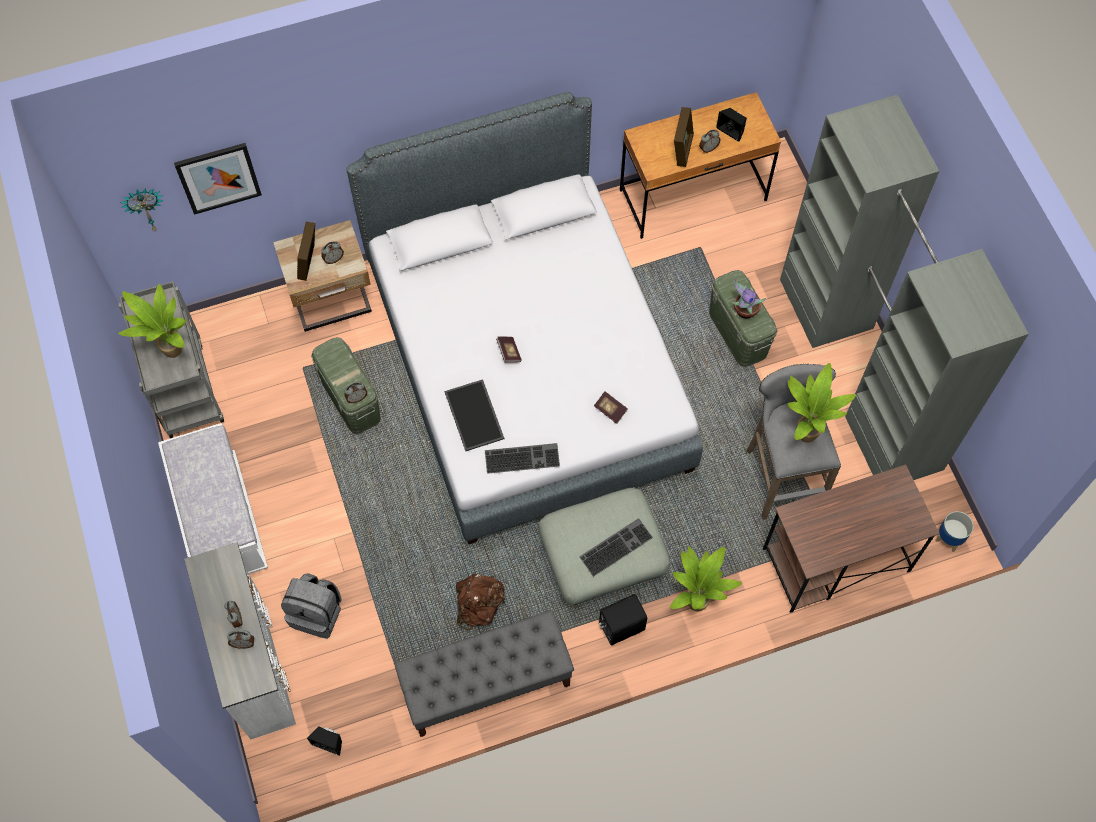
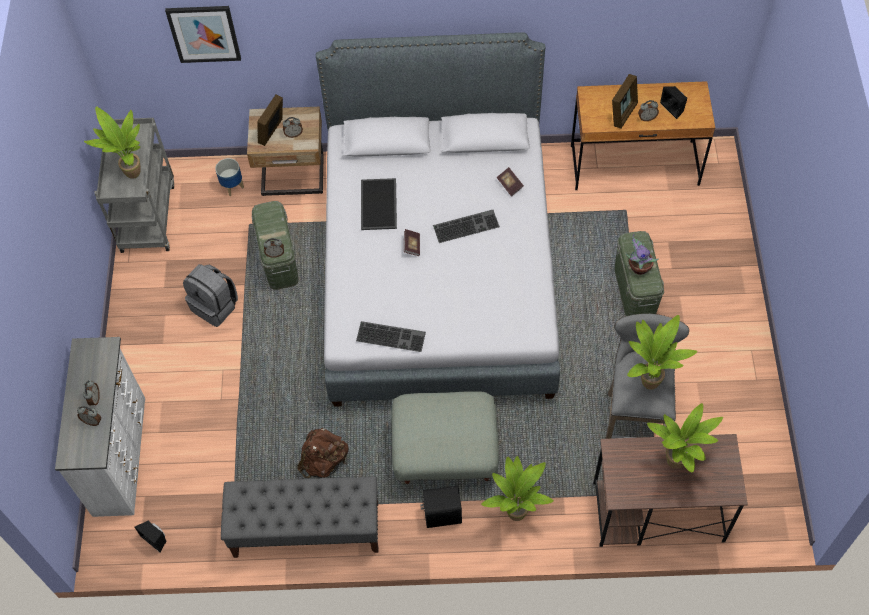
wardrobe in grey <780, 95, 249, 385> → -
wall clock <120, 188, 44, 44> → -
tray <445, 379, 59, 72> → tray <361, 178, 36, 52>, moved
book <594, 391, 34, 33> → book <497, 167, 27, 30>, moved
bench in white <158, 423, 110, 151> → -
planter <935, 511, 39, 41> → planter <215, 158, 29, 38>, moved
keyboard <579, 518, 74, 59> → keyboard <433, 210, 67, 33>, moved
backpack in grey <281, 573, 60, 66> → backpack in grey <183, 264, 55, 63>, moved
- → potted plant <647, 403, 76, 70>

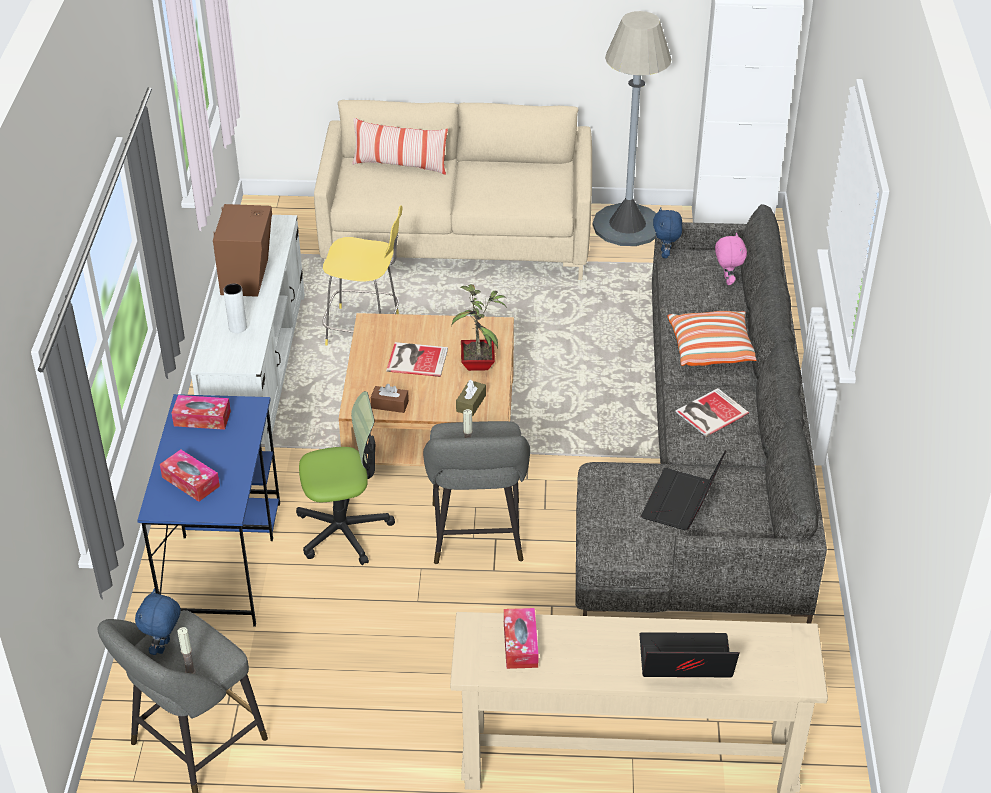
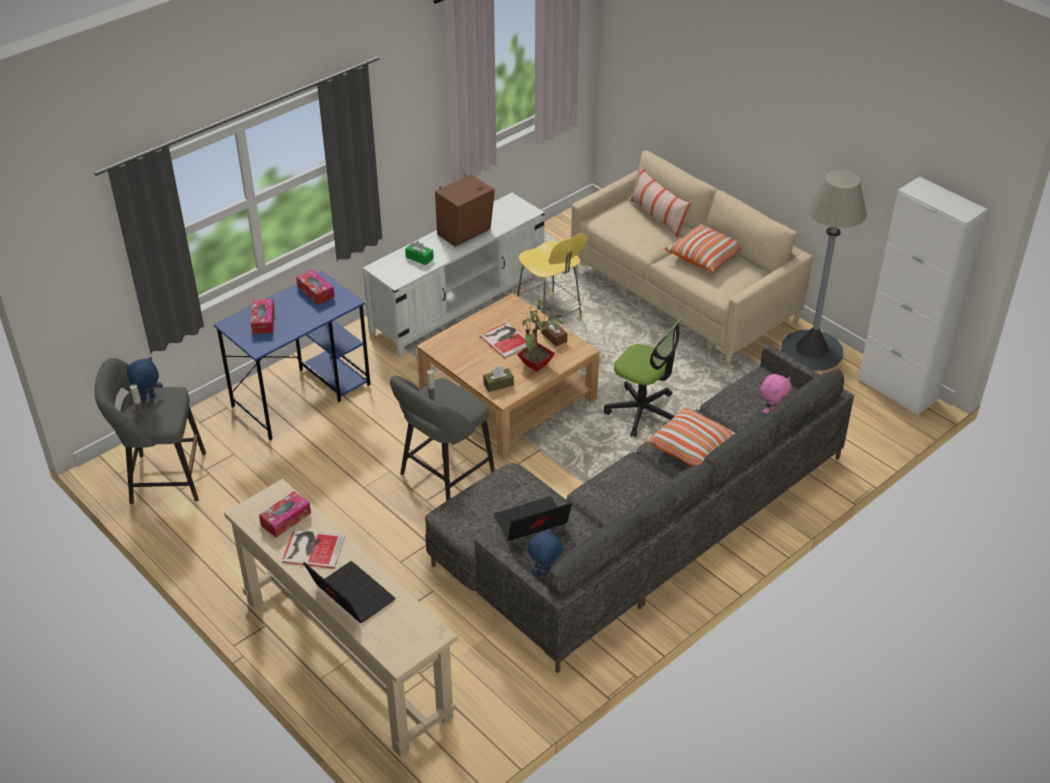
plush toy in blue <653, 207, 29, 51> → plush toy in blue <527, 528, 36, 48>, moved
vase in white <224, 284, 23, 49> → tissue box in green <405, 241, 29, 24>
tissue box in brown <371, 384, 38, 29> → tissue box in brown <541, 320, 26, 26>, moved
book <676, 388, 73, 49> → book <282, 530, 63, 39>, moved
office chair <296, 391, 99, 174> → office chair <604, 317, 79, 120>, moved
- → pillow <665, 223, 77, 49>

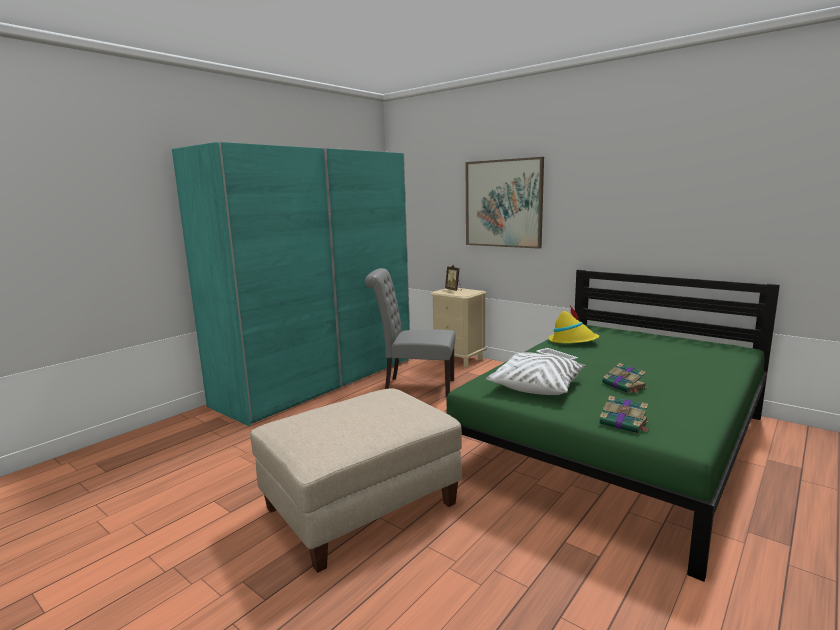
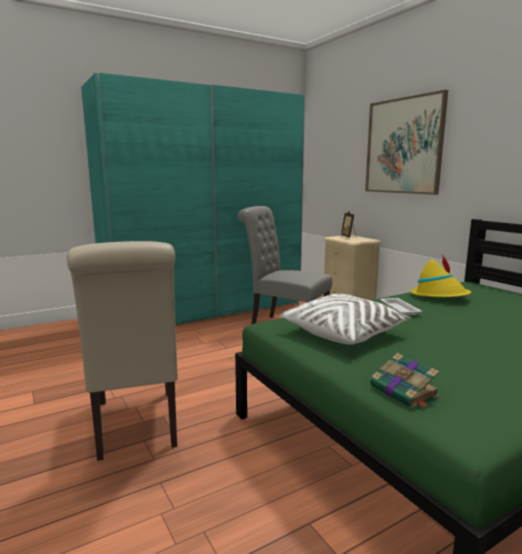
book <602, 363, 45, 30> → -
ottoman in beige <250, 388, 212, 185> → chair in beige <67, 241, 111, 220>

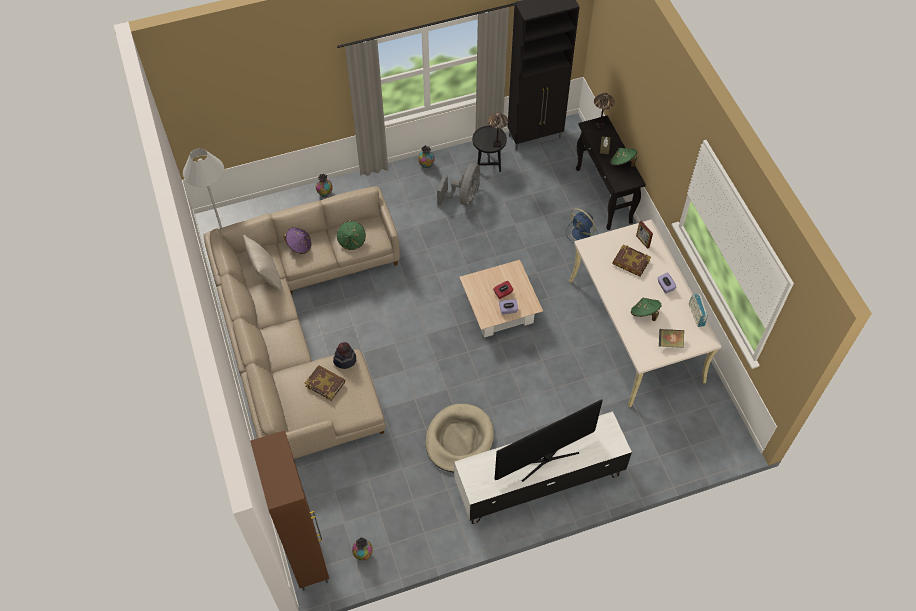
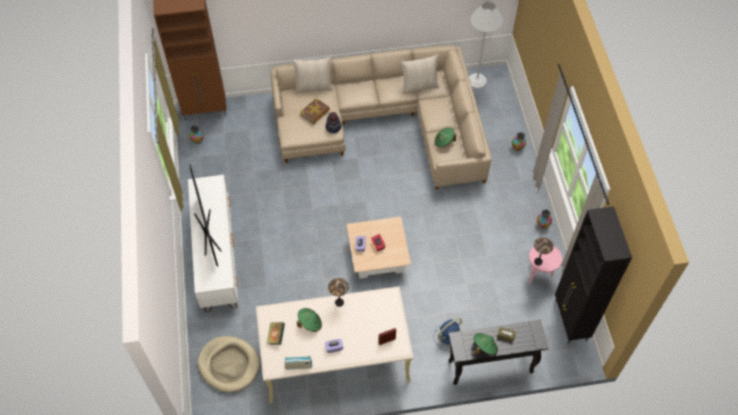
table lamp <594, 93, 21, 36> → table lamp <328, 278, 21, 29>, moved
side table in black <472, 126, 35, 46> → side table in pink <529, 245, 33, 39>
fan in grey <437, 163, 43, 43> → -
hat in purple <284, 227, 27, 27> → -
book <612, 244, 39, 33> → -
dog bed in beige <425, 404, 69, 69> → dog bed in beige <198, 336, 62, 56>, moved
- → pillow in beige <293, 57, 40, 36>

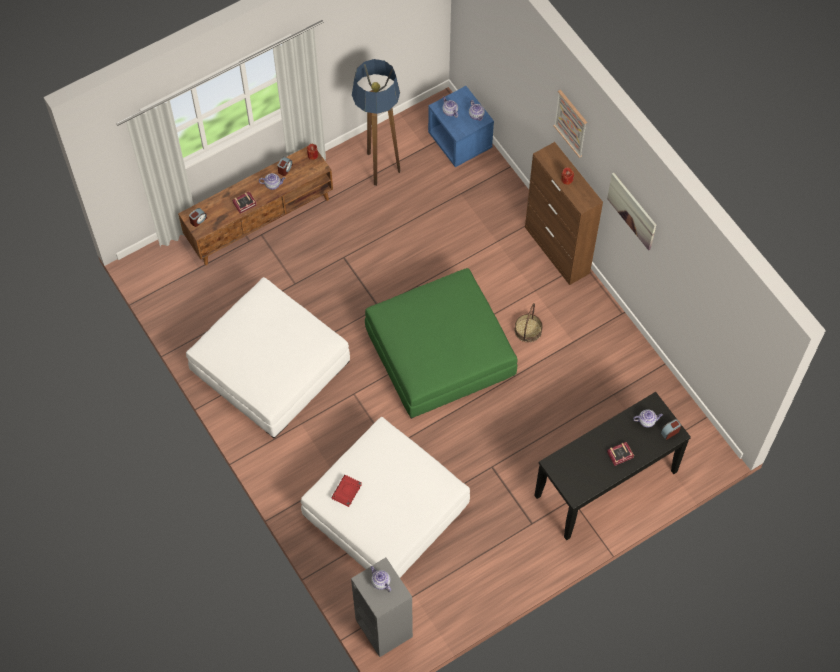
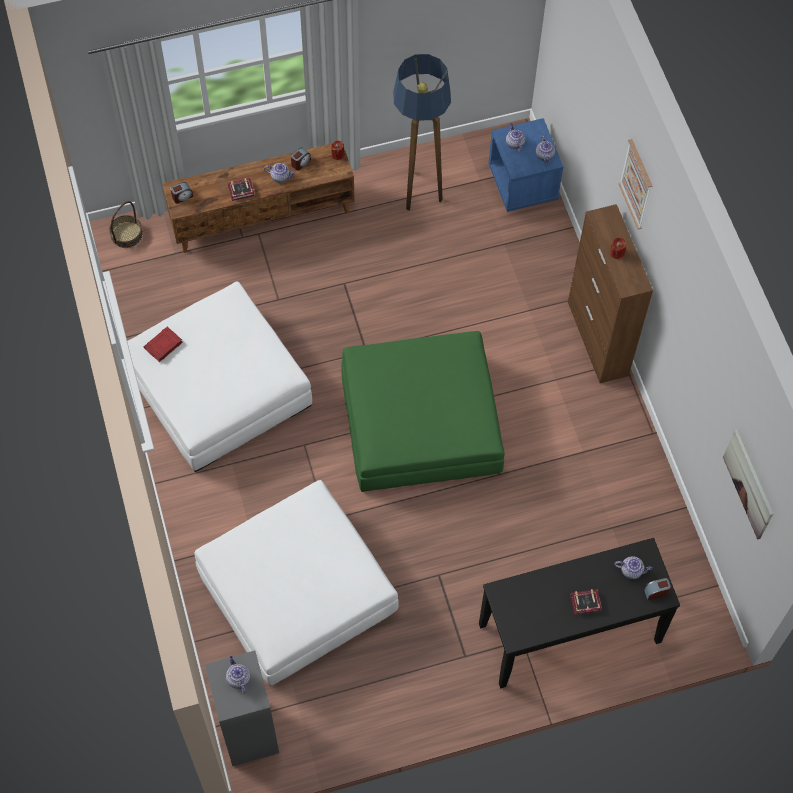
picture <607, 173, 49, 77> → picture <723, 430, 50, 109>, moved
basket <514, 303, 29, 40> → basket <109, 201, 34, 47>, moved
book in red <331, 475, 31, 32> → book in red <144, 327, 39, 35>, moved

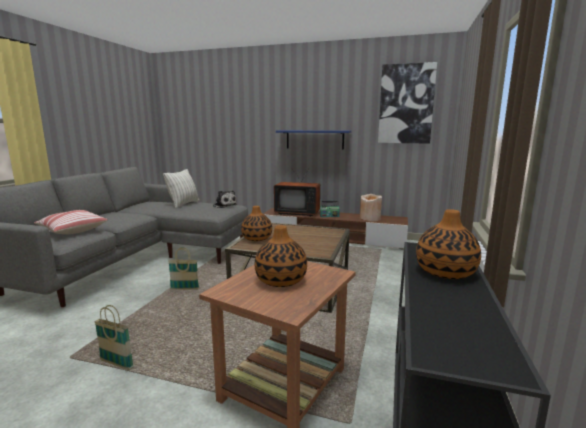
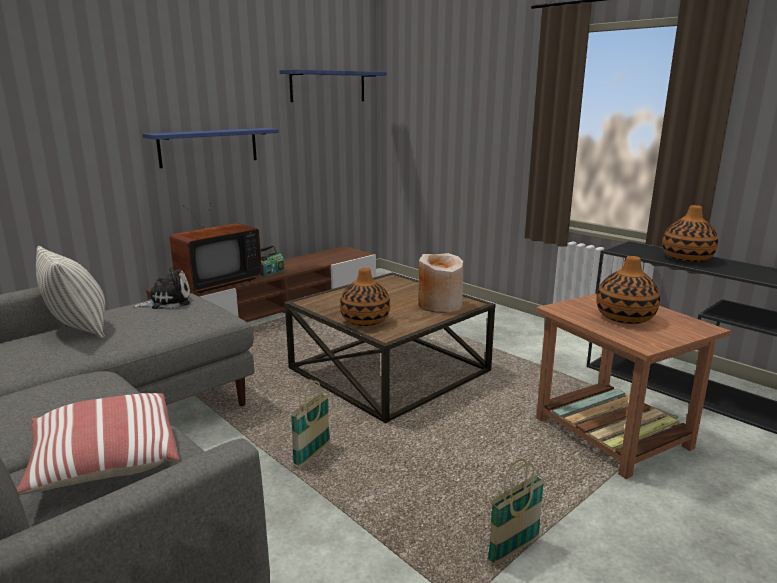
picture <378, 62, 59, 82> → shelf in blue <279, 69, 108, 33>
vase in beige <360, 194, 22, 27> → vase in beige <419, 253, 44, 60>, moved

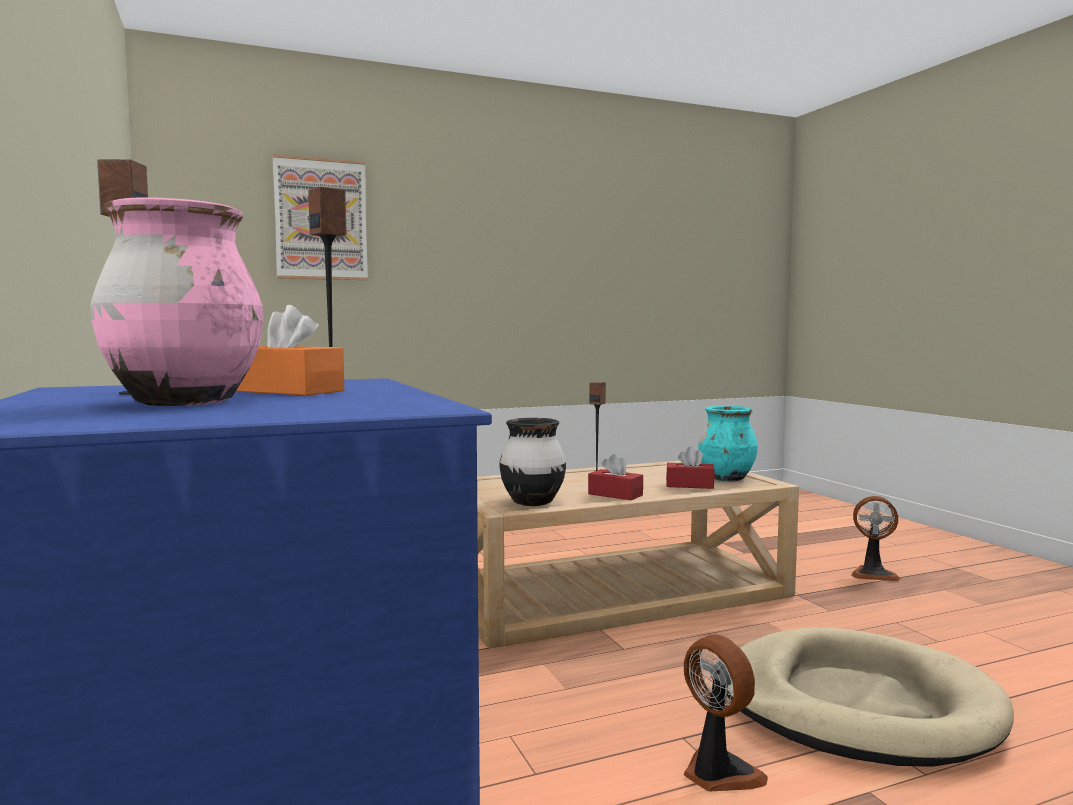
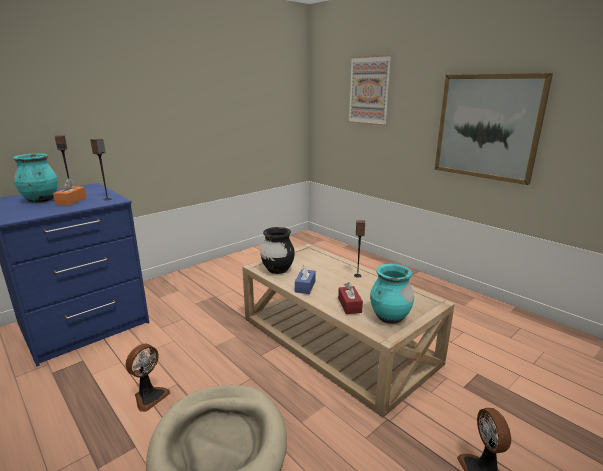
vase in pink <90, 197, 173, 209> → vase in turquoise <13, 153, 45, 50>
tissue box in red <588, 454, 55, 46> → tissue box in blue <295, 265, 21, 29>
- → picture <435, 73, 118, 112>

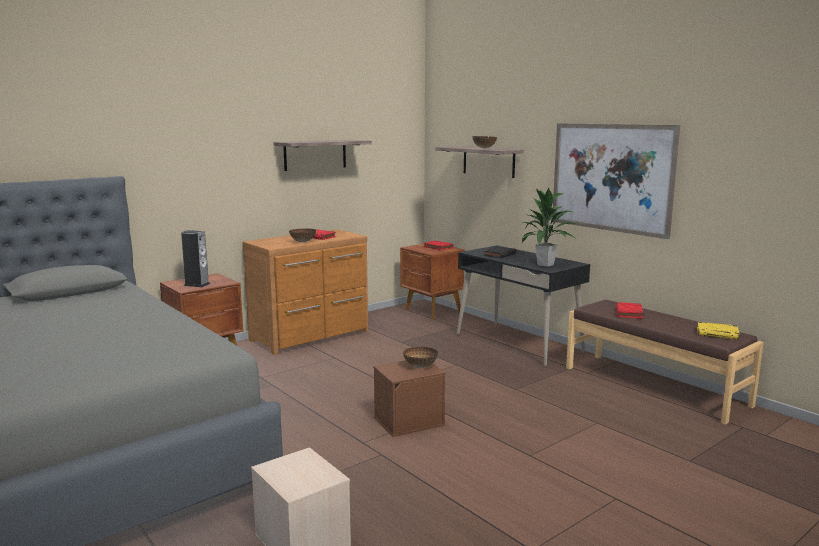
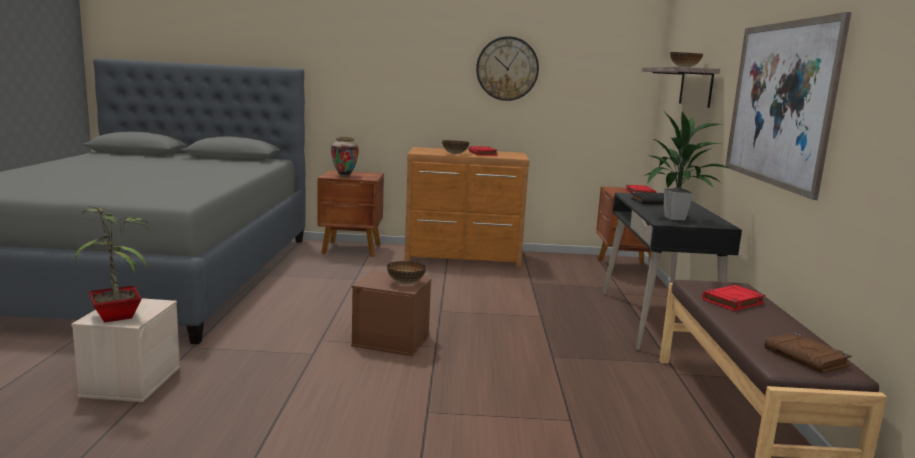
shelf <274, 140, 98, 31> → wall clock <476, 36, 63, 65>
speaker <181, 230, 29, 57> → vase <331, 137, 28, 40>
book in yellow <697, 322, 42, 18> → book in brown <764, 333, 87, 40>
- → potted plant <74, 206, 76, 116>

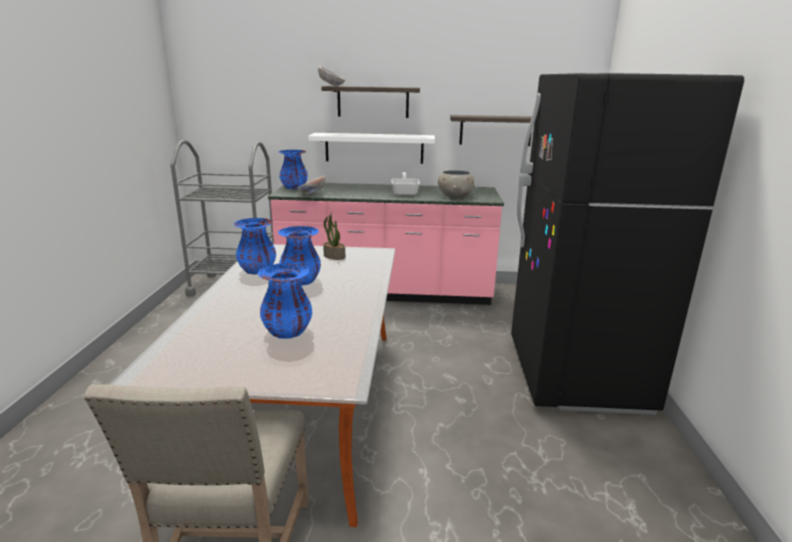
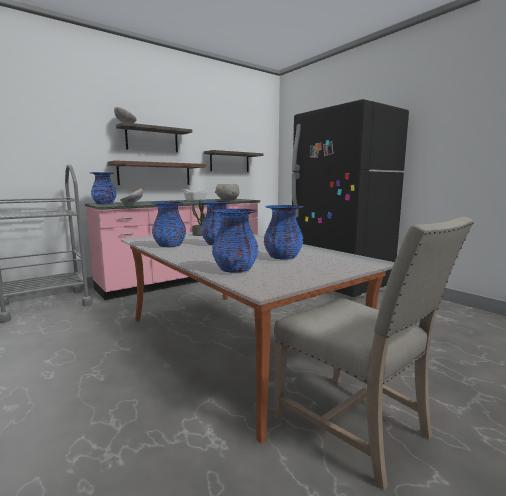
shelf in white <308, 133, 127, 31> → shelf in brown <107, 160, 98, 25>
- → vase in blue <212, 209, 47, 64>

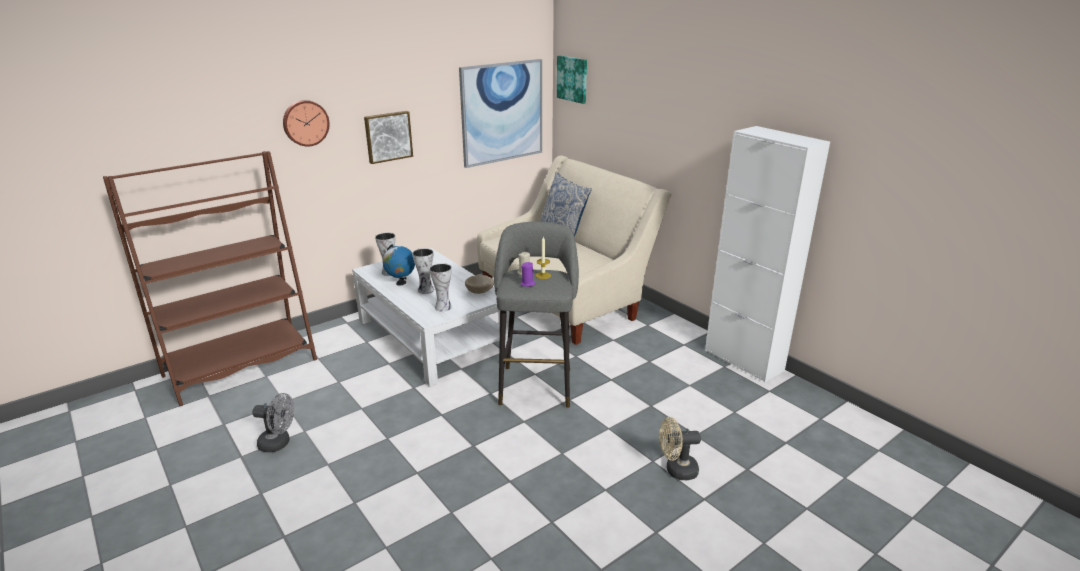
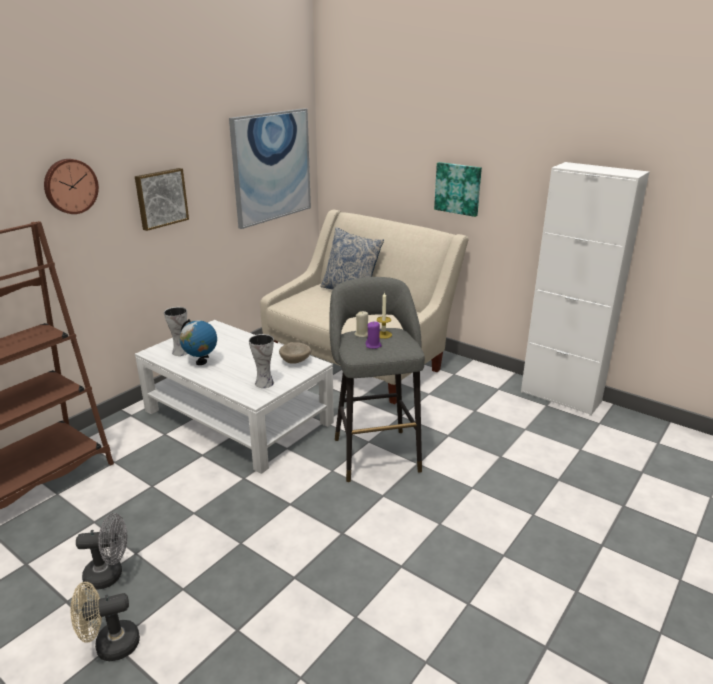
picture <557, 55, 30, 49> → picture <434, 162, 48, 55>, moved
vase <412, 248, 22, 46> → -
fan in beige <659, 417, 42, 63> → fan in beige <70, 582, 70, 79>, moved

